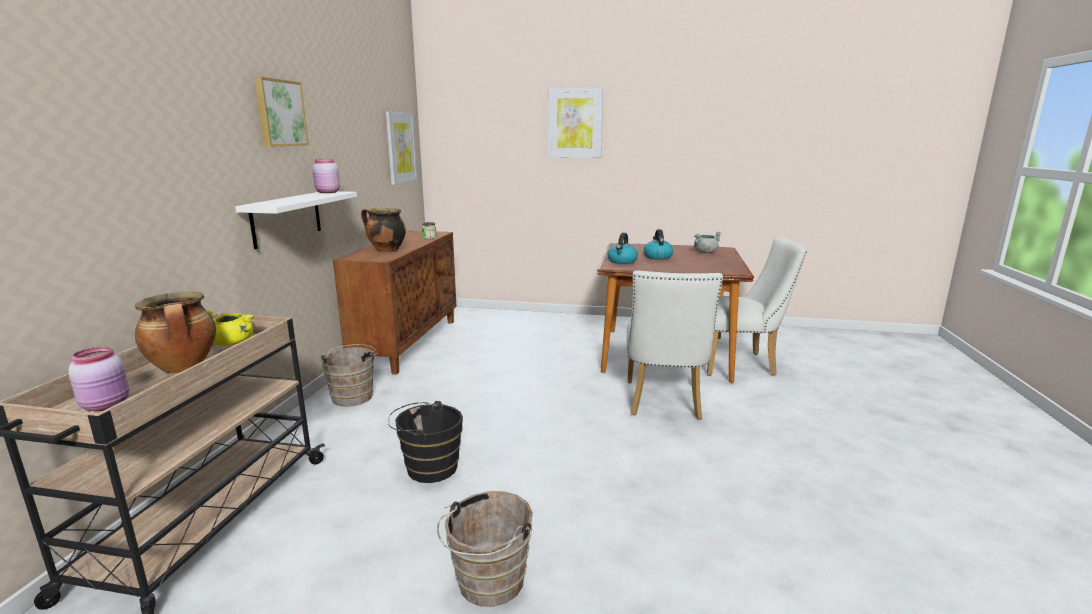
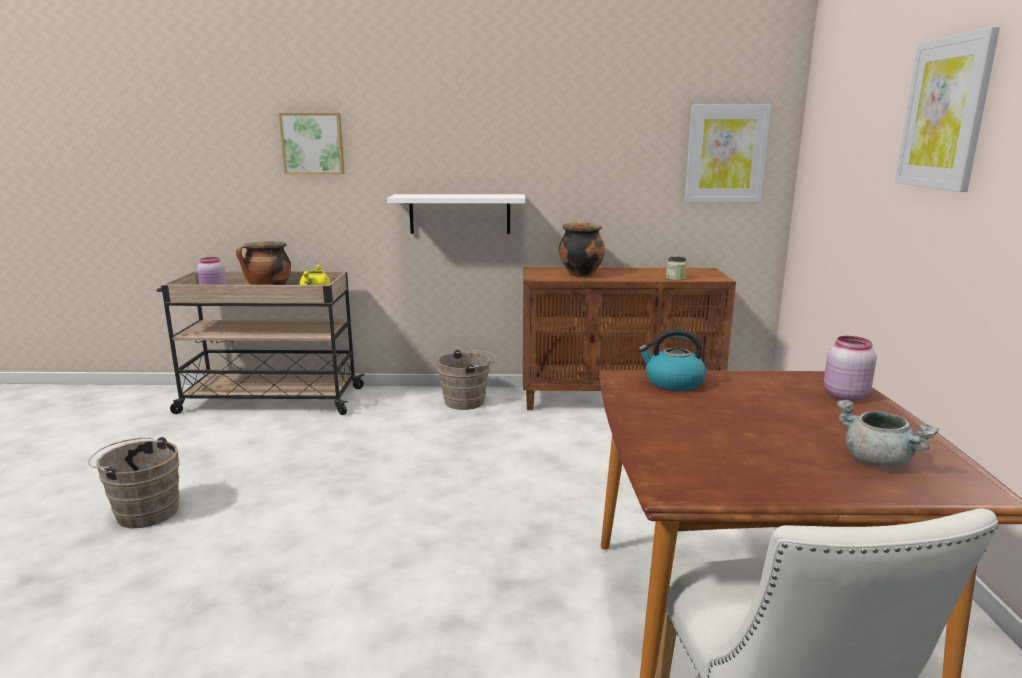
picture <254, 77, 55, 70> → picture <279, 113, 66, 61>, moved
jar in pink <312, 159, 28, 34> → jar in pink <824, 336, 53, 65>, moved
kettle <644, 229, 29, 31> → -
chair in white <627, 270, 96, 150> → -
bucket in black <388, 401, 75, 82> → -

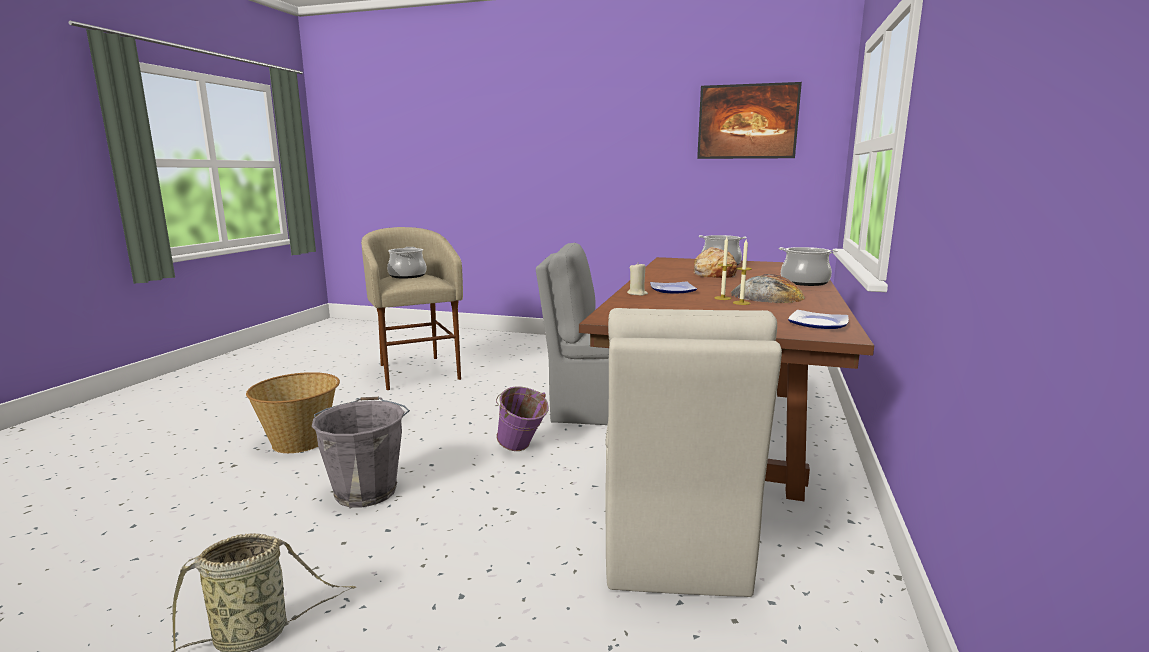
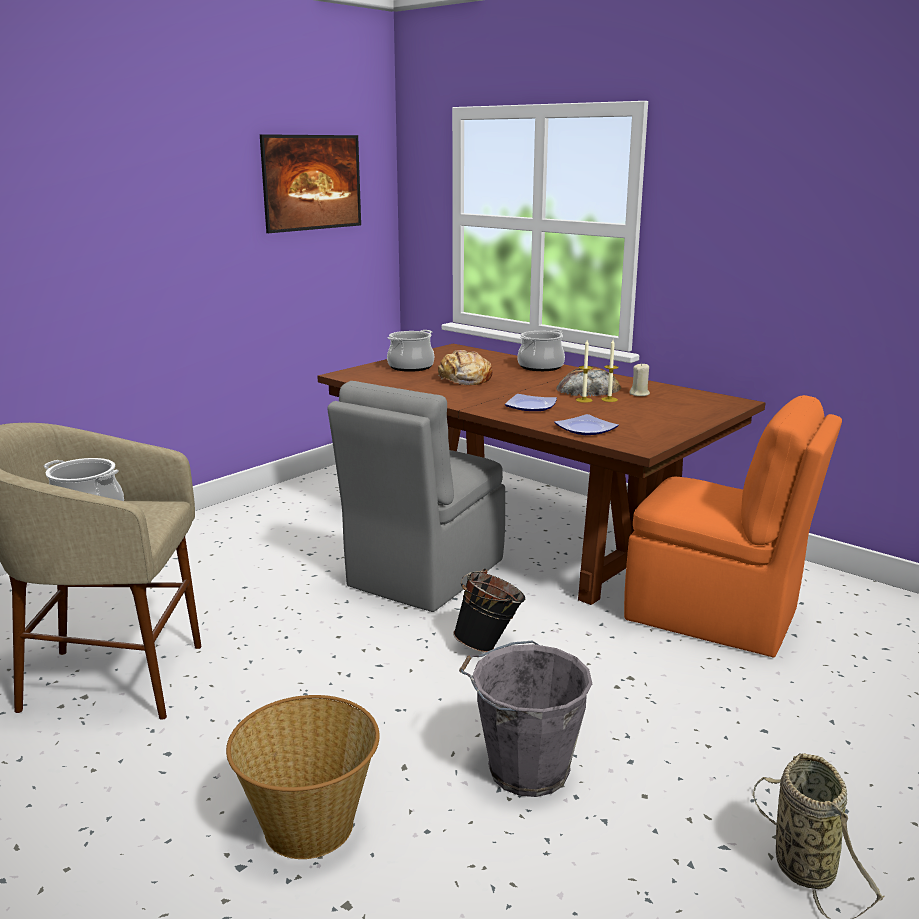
candle in beige <627, 264, 21, 32> → candle in beige <630, 363, 20, 33>, moved
chair in beige <605, 308, 177, 289> → chair in orange <624, 395, 218, 262>
plate <788, 310, 61, 19> → plate <554, 414, 65, 21>, moved
bucket in purple <496, 386, 53, 65> → bucket in black <453, 569, 72, 83>

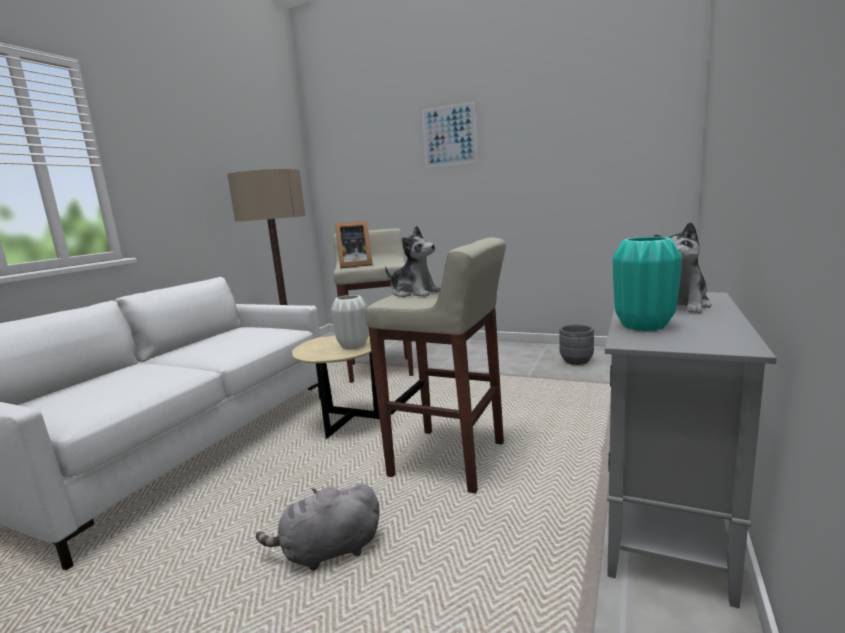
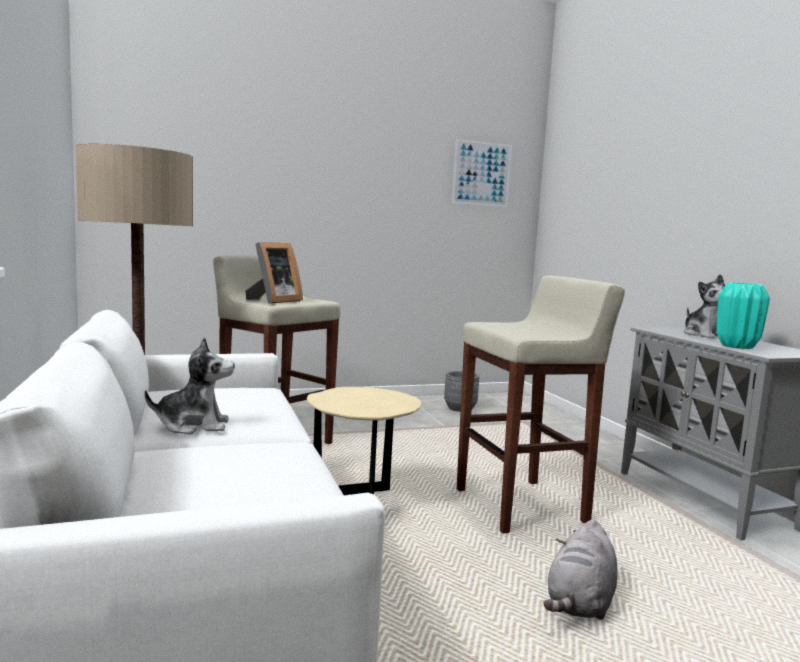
picture <422, 101, 56, 67> → picture <452, 139, 60, 68>, moved
plush toy <385, 226, 56, 71> → plush toy <145, 337, 90, 97>, moved
vase in white <331, 295, 38, 55> → -

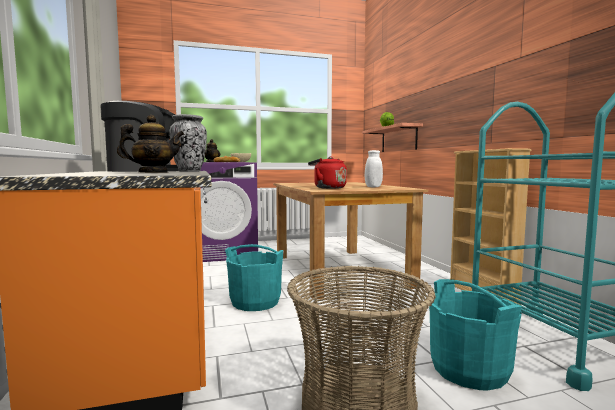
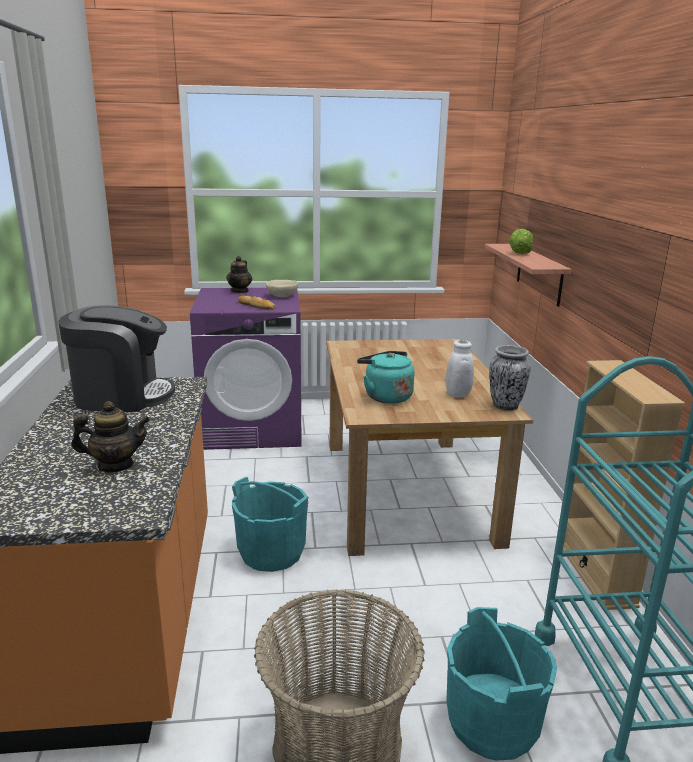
vase <169, 114, 38, 58> → vase <489, 345, 42, 66>, moved
kettle in red <308, 156, 39, 33> → kettle in turquoise <357, 351, 58, 53>

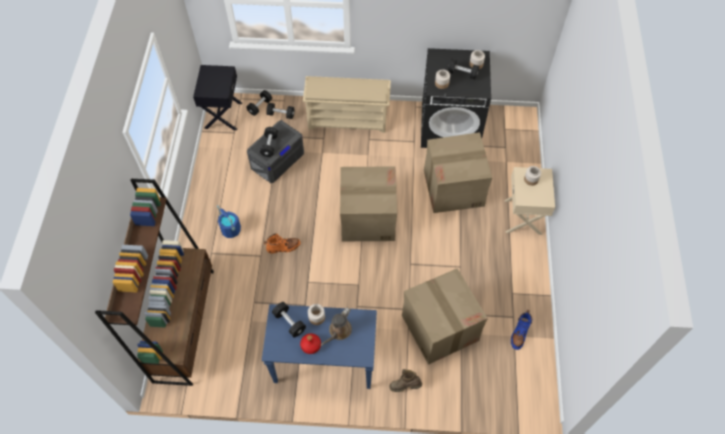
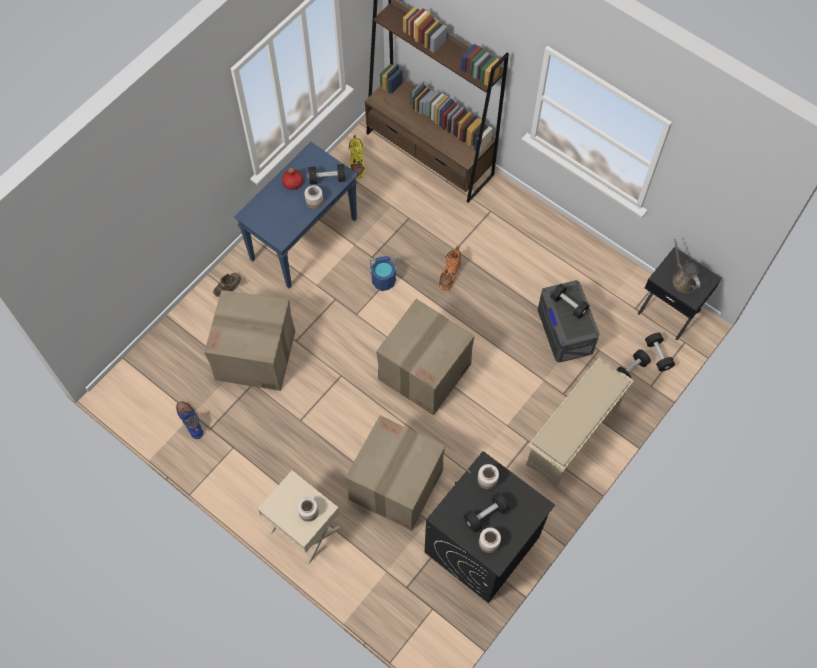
bucket in blue <217, 205, 24, 33> → bucket in blue <369, 256, 29, 35>, moved
watering can in brown <321, 307, 31, 39> → watering can in brown <673, 239, 28, 54>, moved
- → boot in yellow <349, 135, 16, 44>

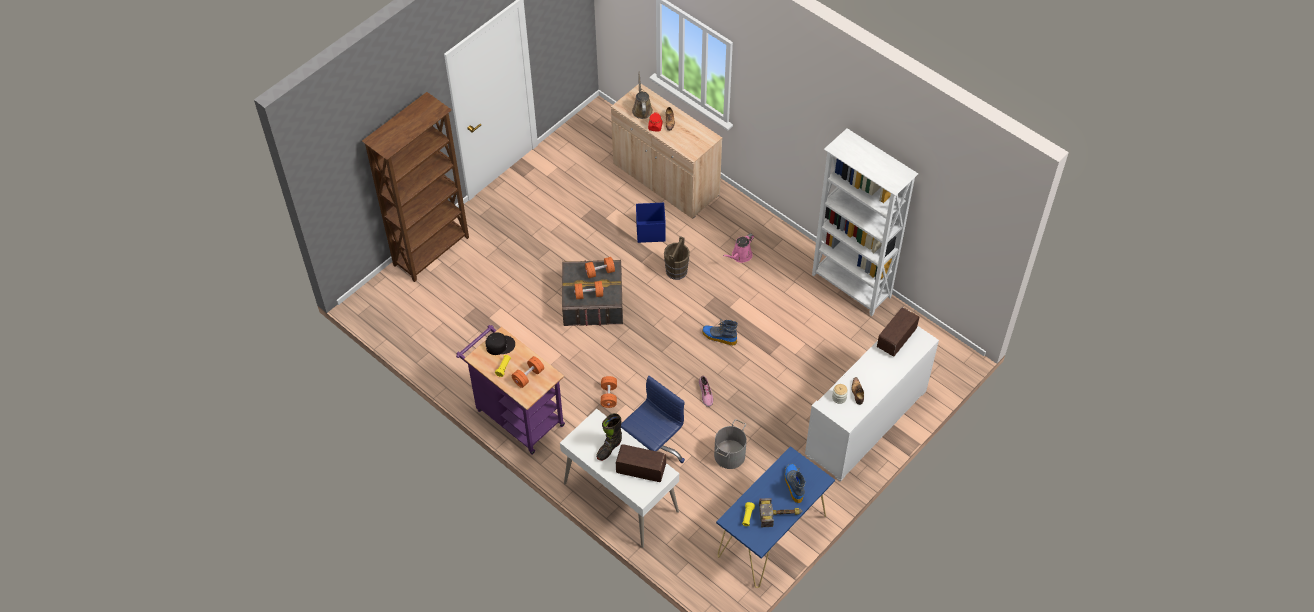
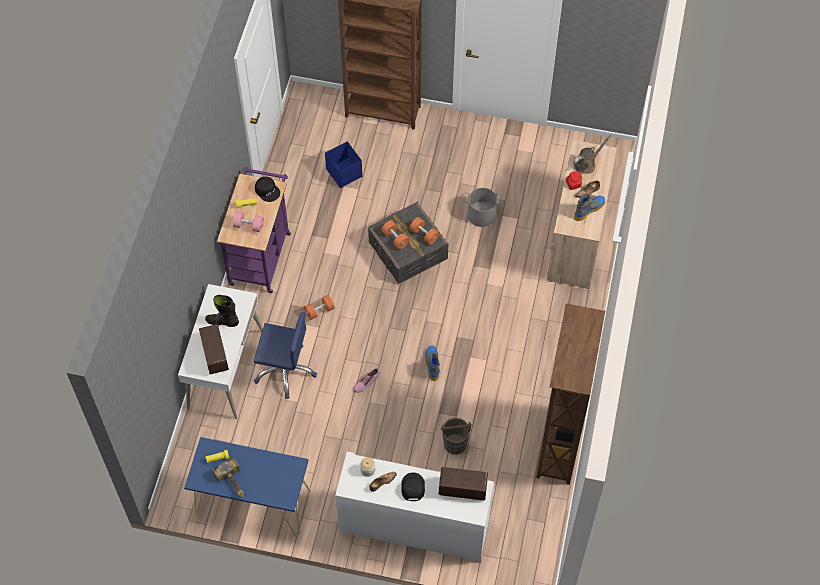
bookcase in white <812, 128, 106, 188> → bookcase in brown <536, 304, 69, 181>
storage box in blue <636, 203, 30, 40> → storage box in blue <325, 141, 37, 47>, moved
watering can in pink <723, 233, 31, 30> → -
bucket in brown <664, 236, 26, 44> → bucket in brown <441, 418, 31, 37>, moved
dumbbell in orange <511, 356, 33, 32> → dumbbell in pink <233, 211, 31, 21>
bucket in grey <714, 419, 33, 50> → bucket in grey <463, 188, 40, 39>, moved
boot <784, 464, 22, 39> → boot <574, 193, 31, 28>, moved
- → cap in black <401, 473, 24, 28>

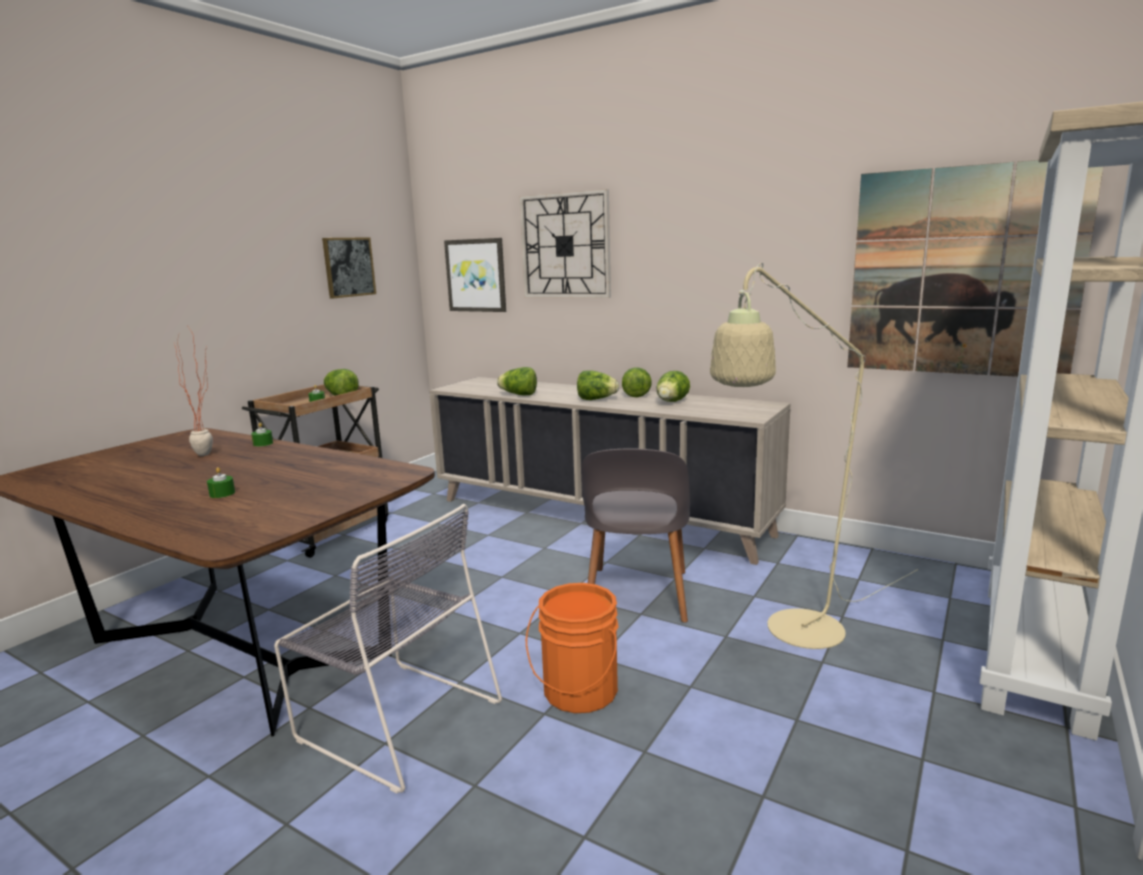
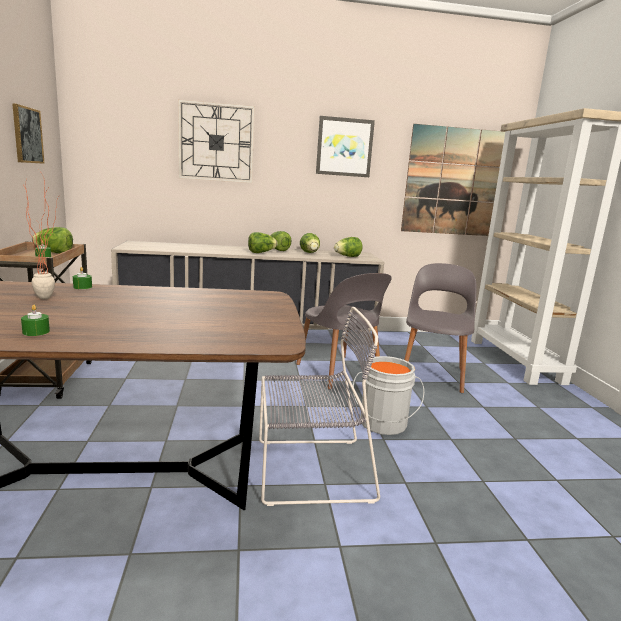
picture <444, 238, 62, 74> → picture <316, 116, 59, 61>, moved
floor lamp in beige <710, 263, 208, 386> → chair in grey <404, 263, 73, 130>
lettuce <497, 367, 40, 28> → lettuce <334, 237, 28, 20>, moved
candle in green <207, 467, 28, 31> → candle in green <21, 305, 29, 31>, moved
bucket in orange <526, 583, 93, 130> → bucket in grey <353, 356, 71, 79>

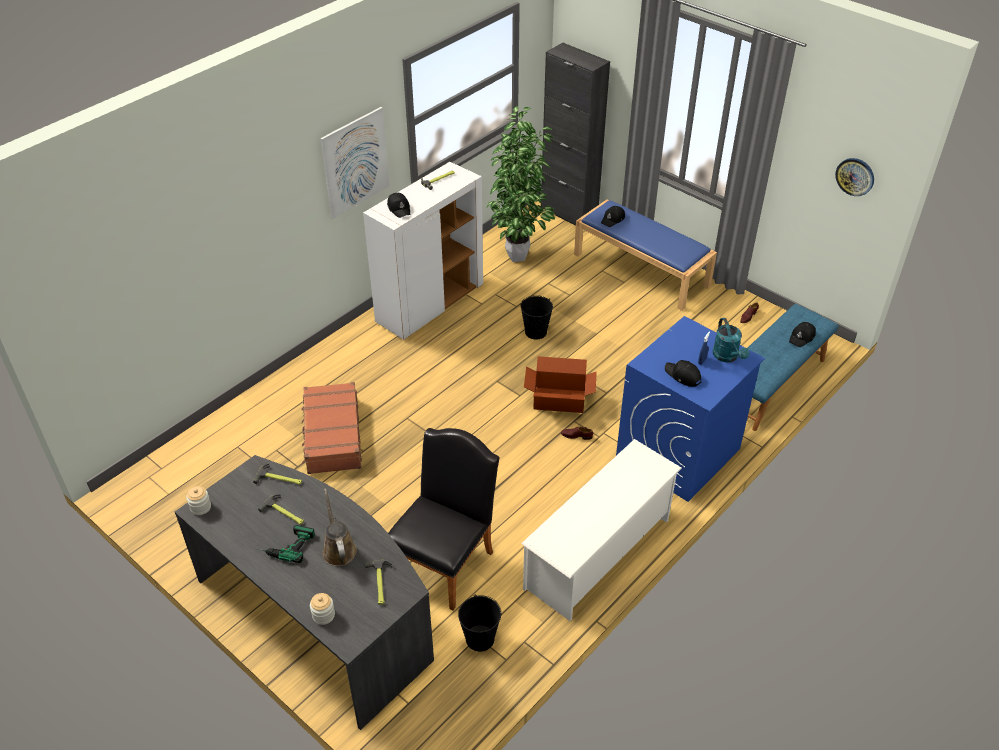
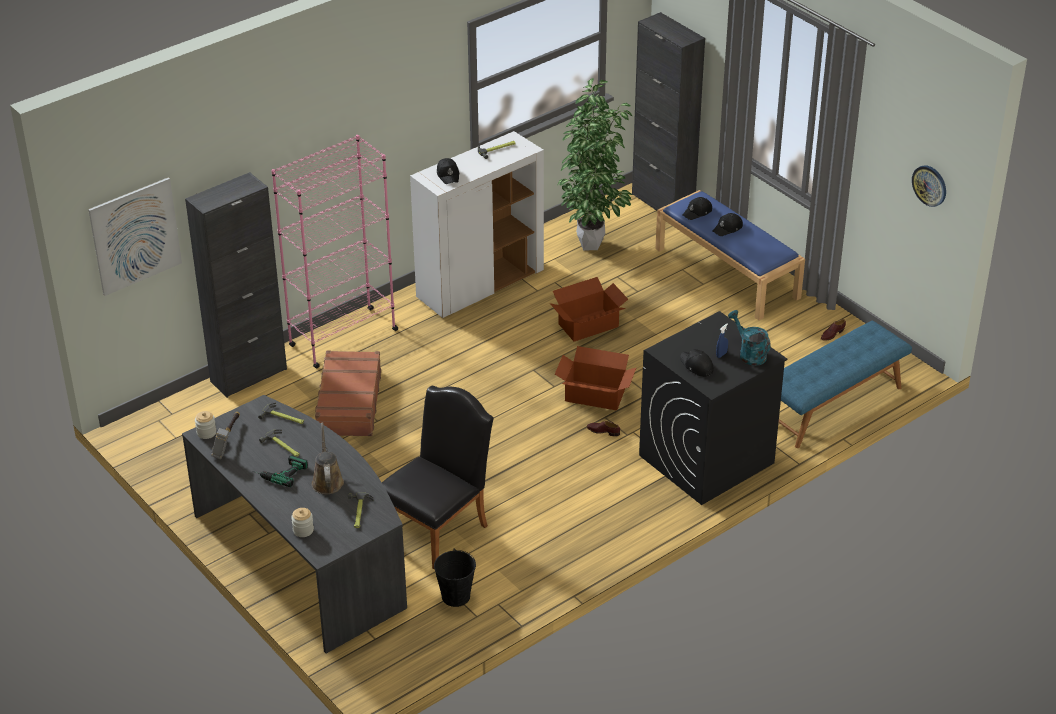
picture <320, 107, 69, 112> → picture <88, 177, 94, 119>, moved
bucket in black <521, 295, 32, 44> → cardboard box <550, 277, 78, 64>
washing machine in blue <616, 316, 149, 186> → washing machine in black <639, 311, 148, 194>
watering can in turquoise <713, 318, 37, 45> → watering can in turquoise <728, 310, 43, 56>, 150 degrees clockwise
cap in black <789, 322, 27, 25> → cap in black <713, 213, 30, 23>, moved
shoe rack in white <521, 439, 161, 182> → -
- → bookcase in pink <271, 135, 128, 233>
- → cabinet in black <185, 172, 102, 226>
- → hammer <211, 412, 29, 47>

